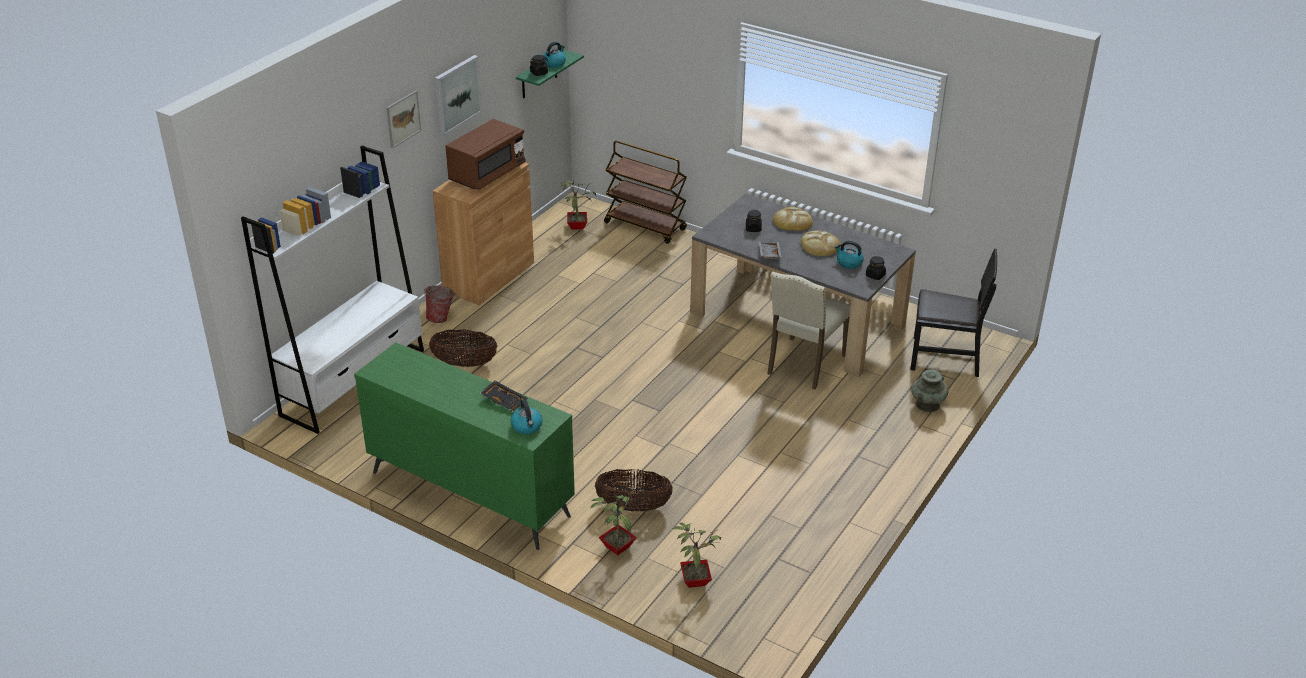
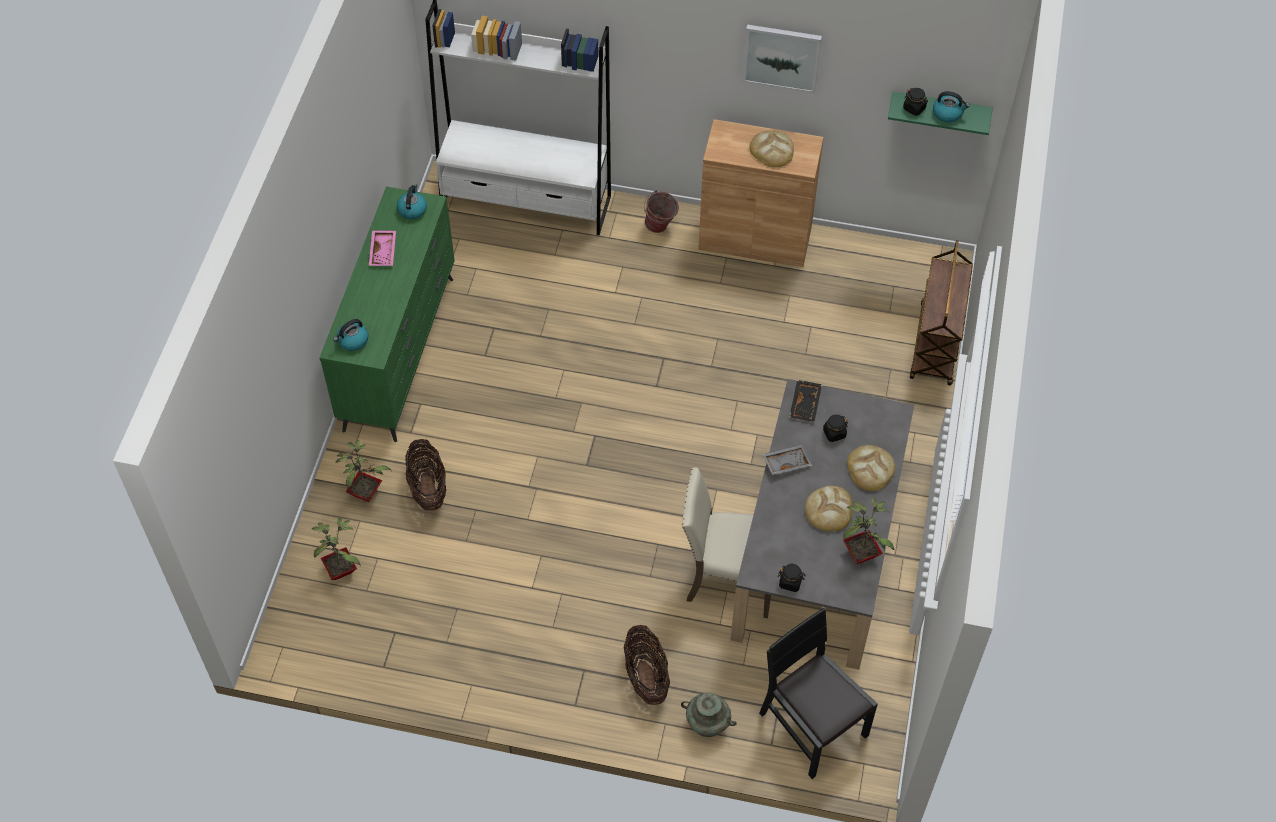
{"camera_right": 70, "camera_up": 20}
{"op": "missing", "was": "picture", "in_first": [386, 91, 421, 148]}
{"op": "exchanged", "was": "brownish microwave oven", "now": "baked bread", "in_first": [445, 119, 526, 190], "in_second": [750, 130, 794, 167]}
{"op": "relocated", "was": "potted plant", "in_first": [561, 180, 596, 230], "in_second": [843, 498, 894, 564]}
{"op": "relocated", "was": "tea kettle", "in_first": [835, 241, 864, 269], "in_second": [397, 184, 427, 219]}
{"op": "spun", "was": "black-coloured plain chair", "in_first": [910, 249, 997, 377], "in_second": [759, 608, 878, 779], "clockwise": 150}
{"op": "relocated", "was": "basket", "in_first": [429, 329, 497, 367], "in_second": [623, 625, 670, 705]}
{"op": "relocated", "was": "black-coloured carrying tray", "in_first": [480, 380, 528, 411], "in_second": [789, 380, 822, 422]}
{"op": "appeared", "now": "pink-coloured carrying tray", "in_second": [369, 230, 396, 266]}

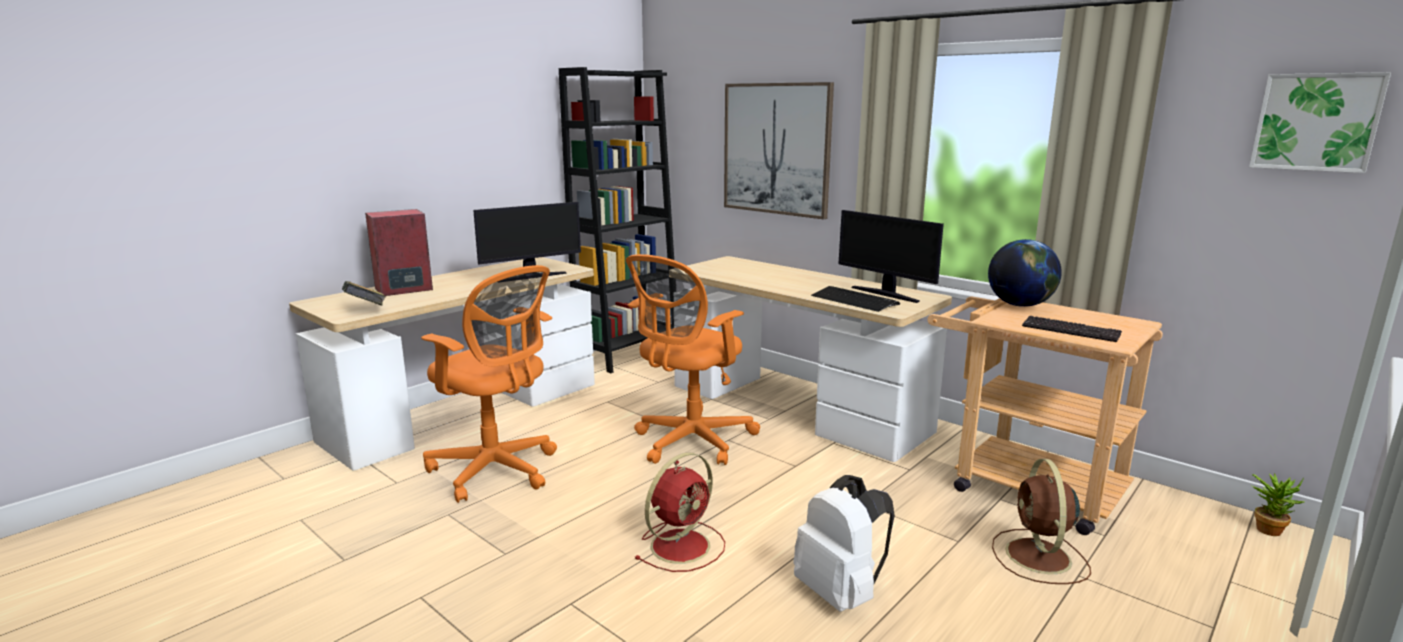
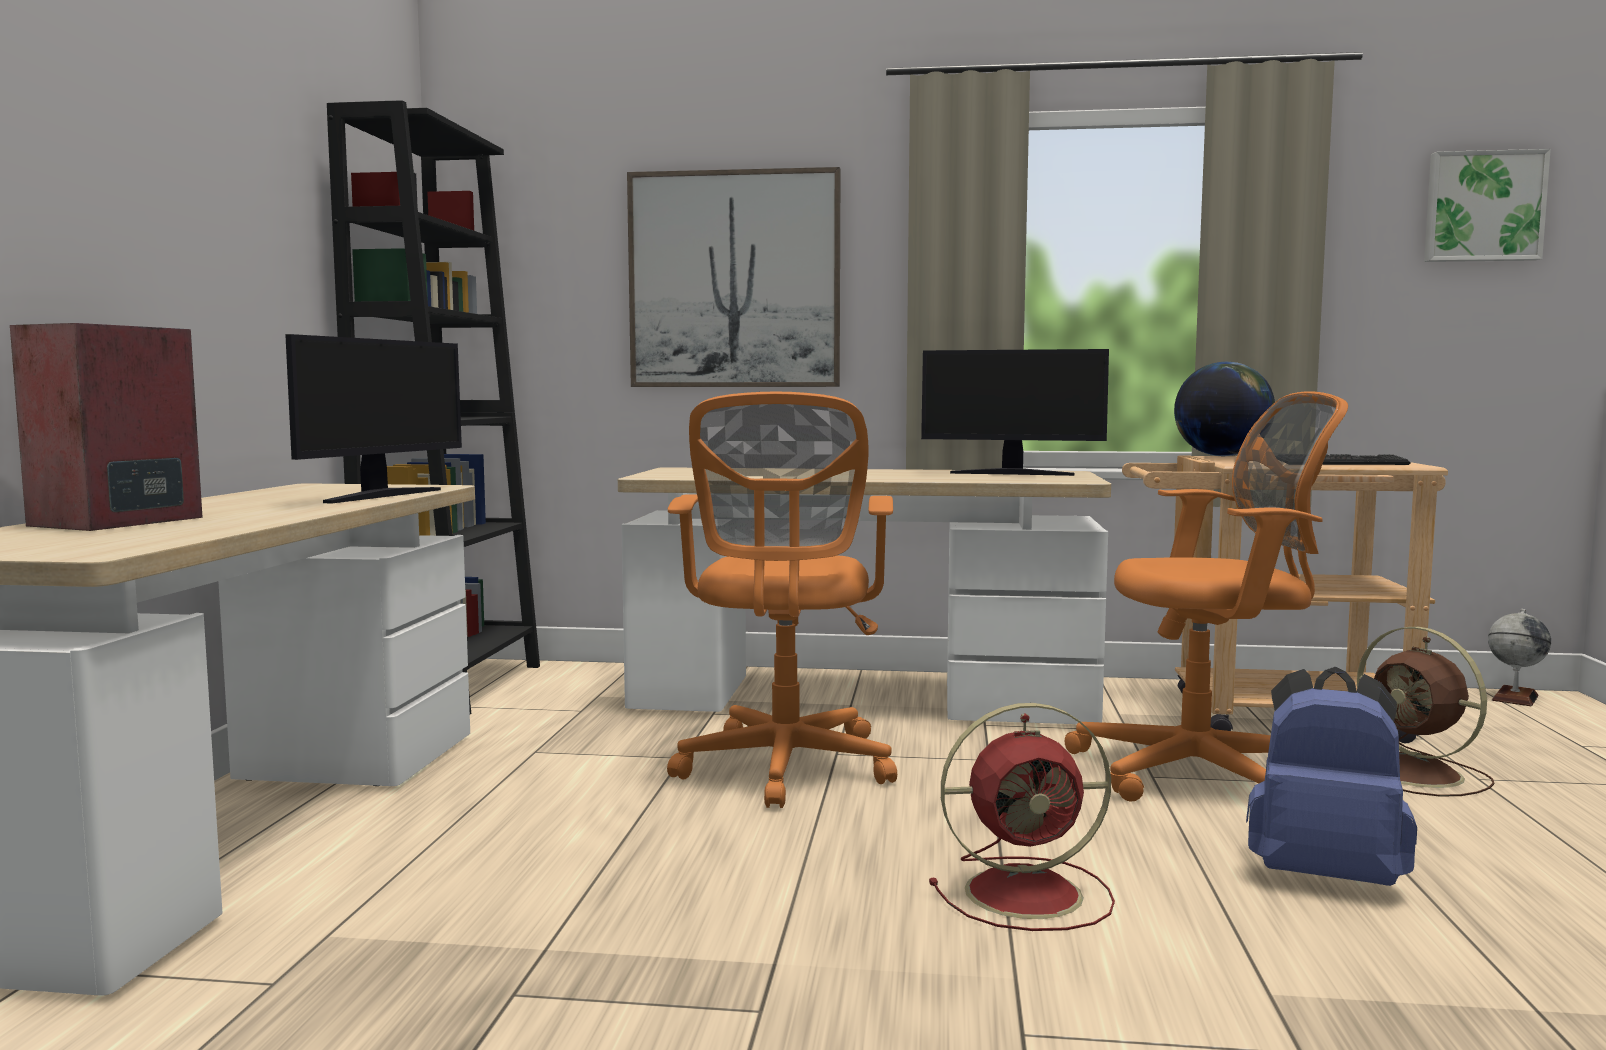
{"camera_right": -35, "camera_up": -10}
{"op": "relocated", "was": "orange-coloured computer chair", "in_first": [421, 265, 557, 503], "in_second": [1065, 391, 1348, 802]}
{"op": "missing", "was": "bound book", "in_first": [342, 281, 386, 306]}
{"op": "missing", "was": "PC keyboard", "in_first": [811, 286, 900, 312]}
{"op": "spun", "was": "red electric fan", "in_first": [634, 452, 725, 572], "in_second": [929, 703, 1115, 931], "clockwise": 75}
{"op": "exchanged", "was": "potted plant", "now": "desk globe", "in_first": [1251, 473, 1305, 536], "in_second": [1488, 609, 1551, 706]}
{"op": "colour", "was": "white-coloured knapsack", "now": "blue knapsack", "in_first": [793, 475, 895, 612], "in_second": [1246, 667, 1417, 886]}

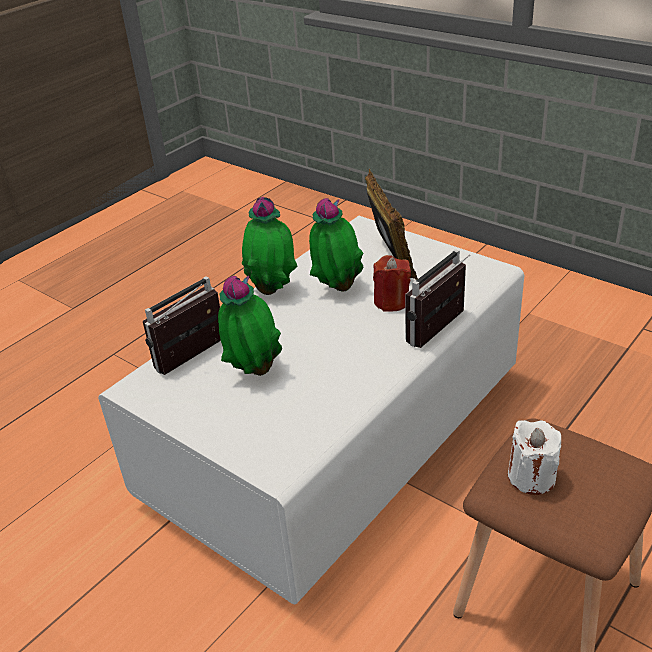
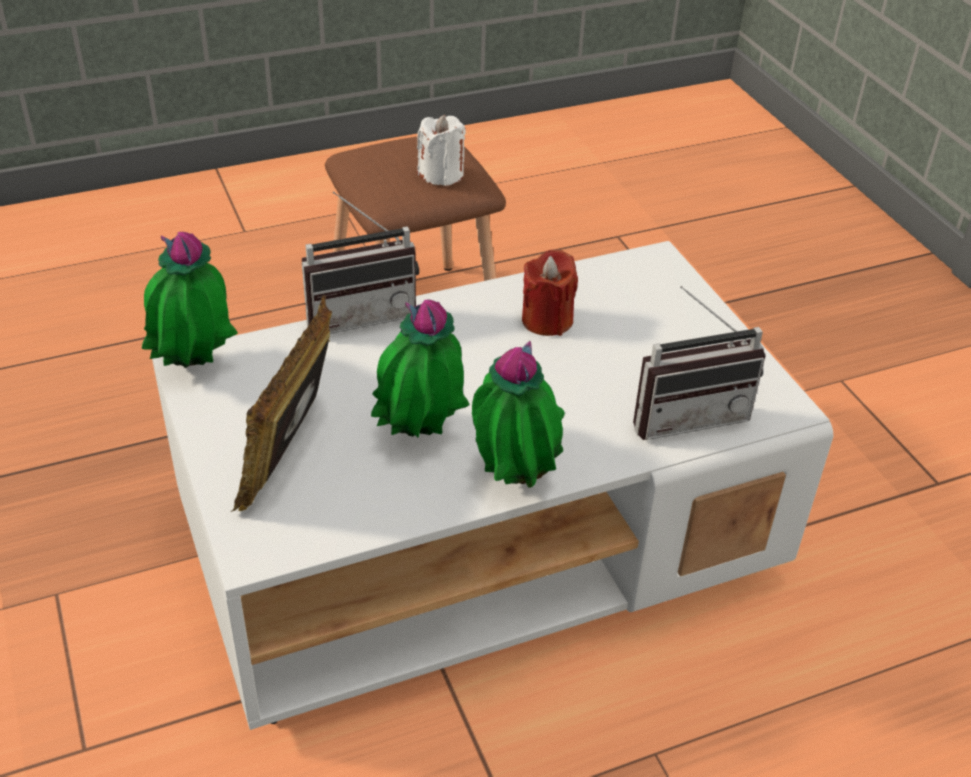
{"camera_right": -155, "camera_up": 5}
{"op": "relocated", "was": "red wax candle", "in_first": [373, 255, 411, 312], "in_second": [522, 249, 578, 336]}
{"op": "relocated", "was": "potted plant", "in_first": [218, 276, 282, 376], "in_second": [142, 232, 238, 368]}

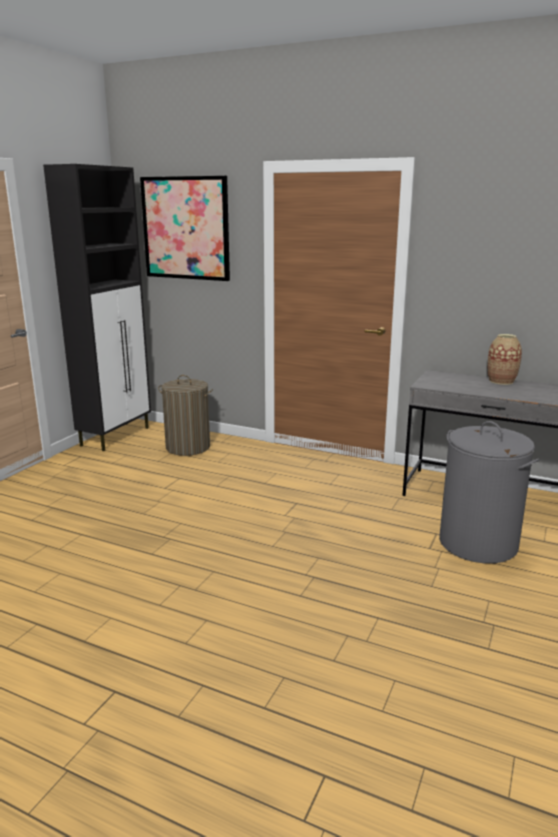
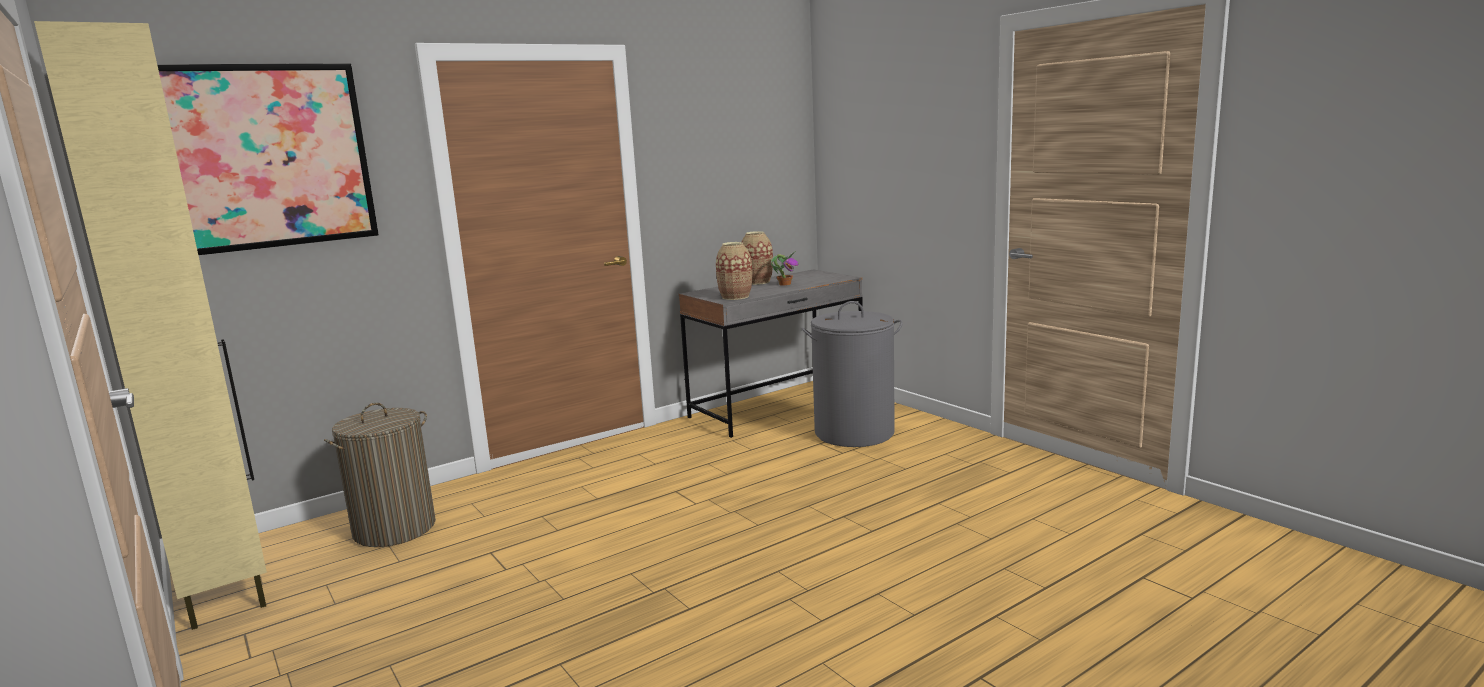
{"camera_right": -60, "camera_up": -5}
{"op": "colour", "was": "black-coloured storage cabinet", "now": "beige-coloured storage cabinet", "in_first": [43, 164, 151, 451], "in_second": [34, 21, 267, 630]}
{"op": "appeared", "now": "vase", "in_second": [716, 242, 752, 300]}
{"op": "appeared", "now": "potted plant", "in_second": [771, 251, 799, 286]}

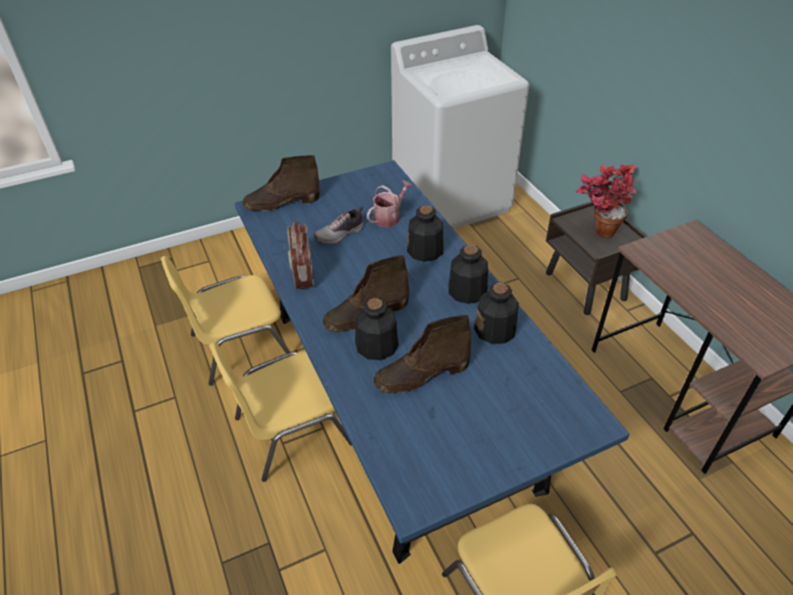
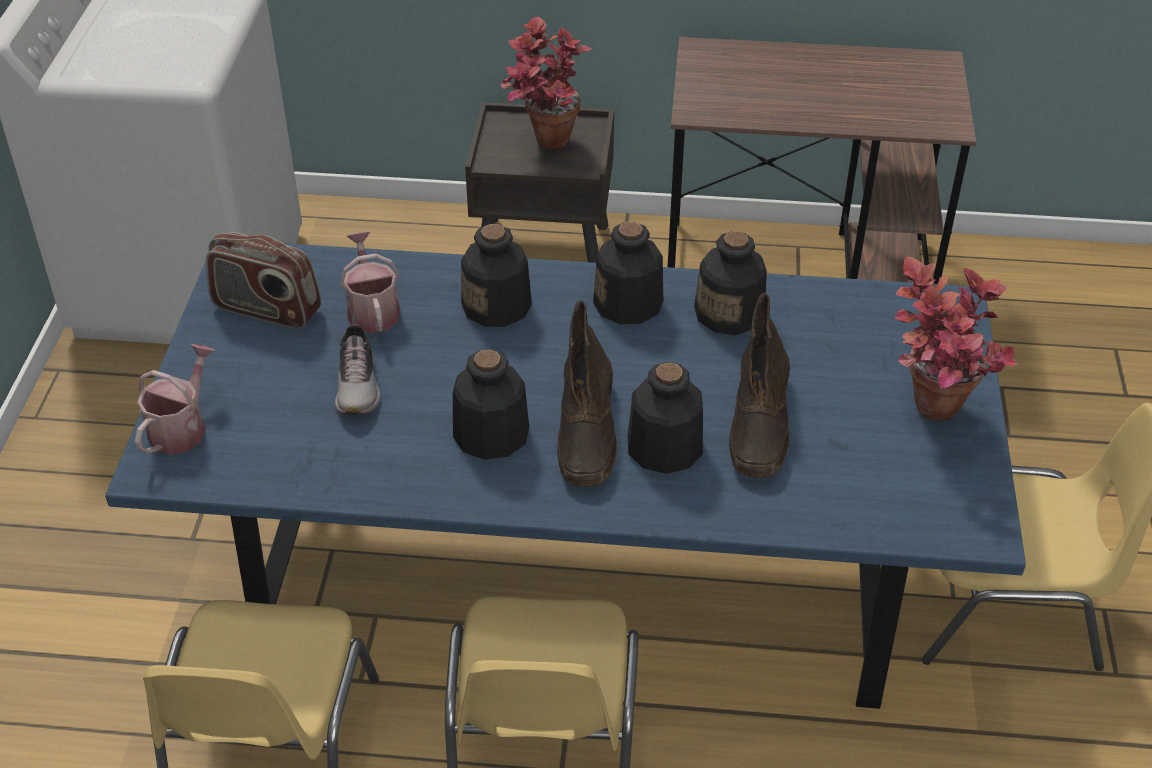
{"camera_right": -60, "camera_up": 0}
{"op": "exchanged", "was": "brownish tall boot", "now": "watering pot", "in_first": [243, 155, 320, 211], "in_second": [135, 343, 216, 455]}
{"op": "relocated", "was": "radio", "in_first": [287, 222, 314, 289], "in_second": [206, 232, 321, 329]}
{"op": "appeared", "now": "potted plant", "in_second": [894, 256, 1016, 422]}
{"op": "appeared", "now": "bottle", "in_second": [453, 349, 529, 460]}

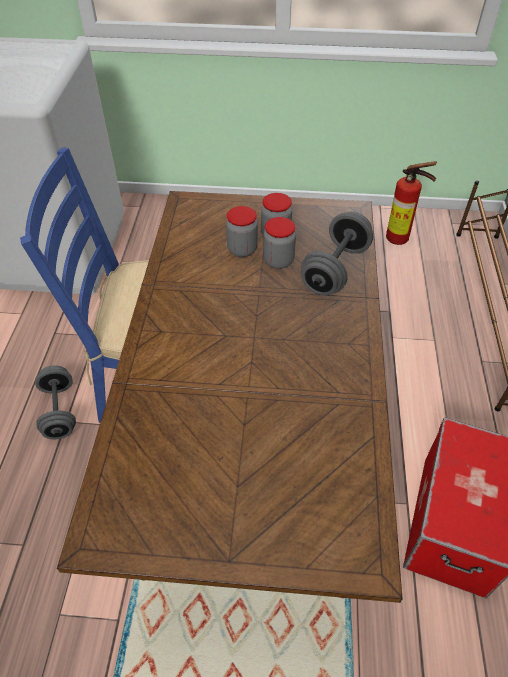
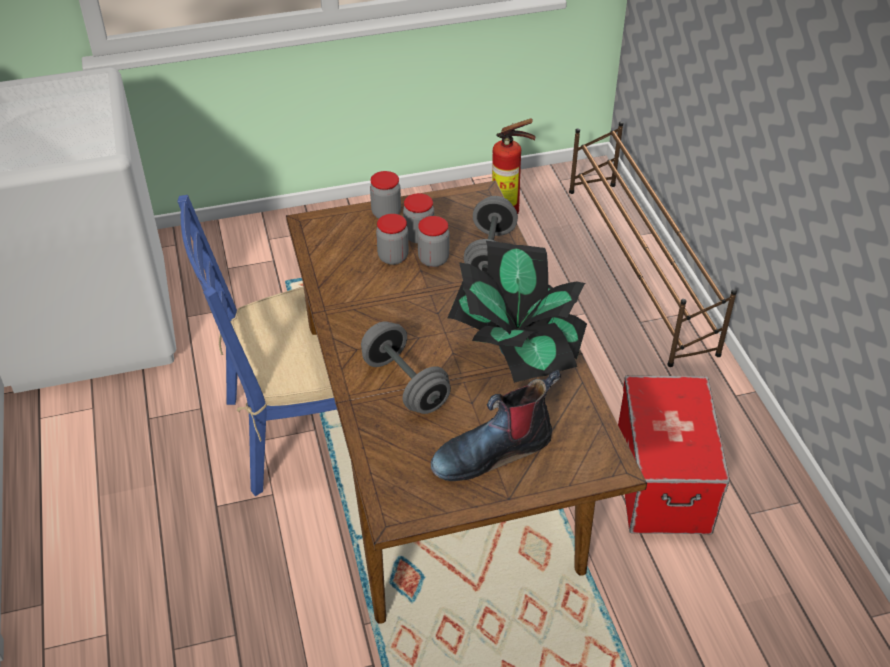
{"camera_right": -20, "camera_up": -5}
{"op": "relocated", "was": "gray hand weight", "in_first": [35, 365, 76, 439], "in_second": [361, 321, 451, 414]}
{"op": "appeared", "now": "preserve jar", "in_second": [370, 171, 401, 219]}
{"op": "appeared", "now": "potted plant", "in_second": [448, 241, 587, 383]}
{"op": "appeared", "now": "tall boot", "in_second": [431, 370, 561, 481]}

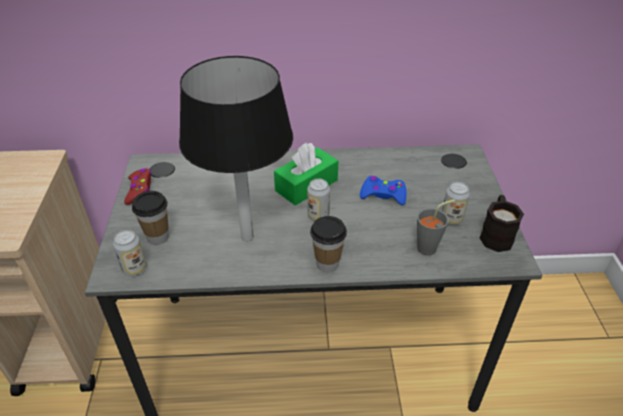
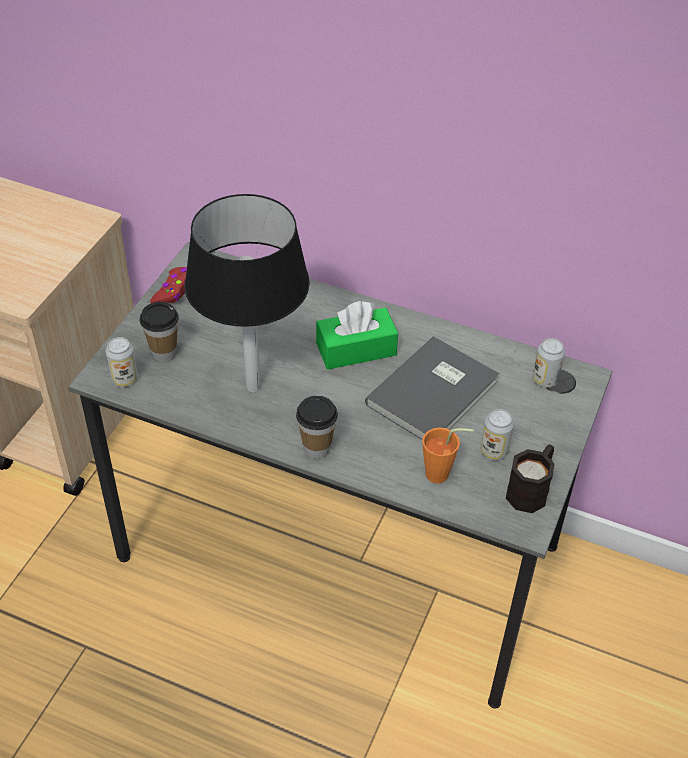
{"camera_right": 25, "camera_up": 5}
{"op": "exchanged", "was": "blue joypad", "now": "gray bound book", "in_first": [360, 176, 407, 205], "in_second": [365, 336, 499, 440]}
{"op": "relocated", "was": "sealed can", "in_first": [307, 179, 330, 221], "in_second": [532, 338, 565, 388]}
{"op": "colour", "was": "gray drinking cup", "now": "orange-coloured drinking cup", "in_first": [417, 199, 455, 255], "in_second": [422, 427, 474, 483]}

